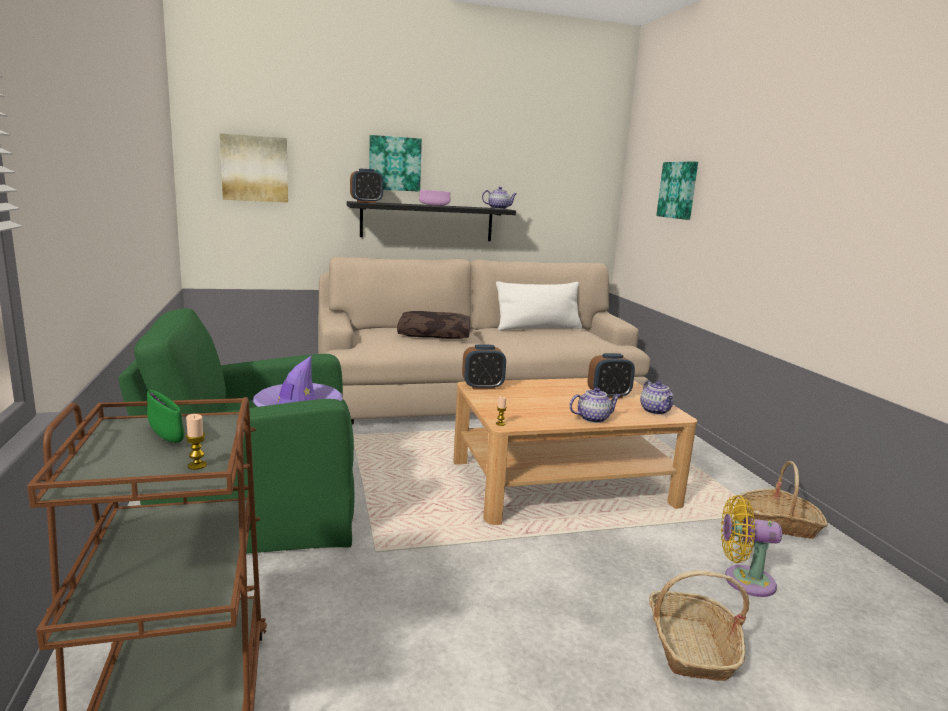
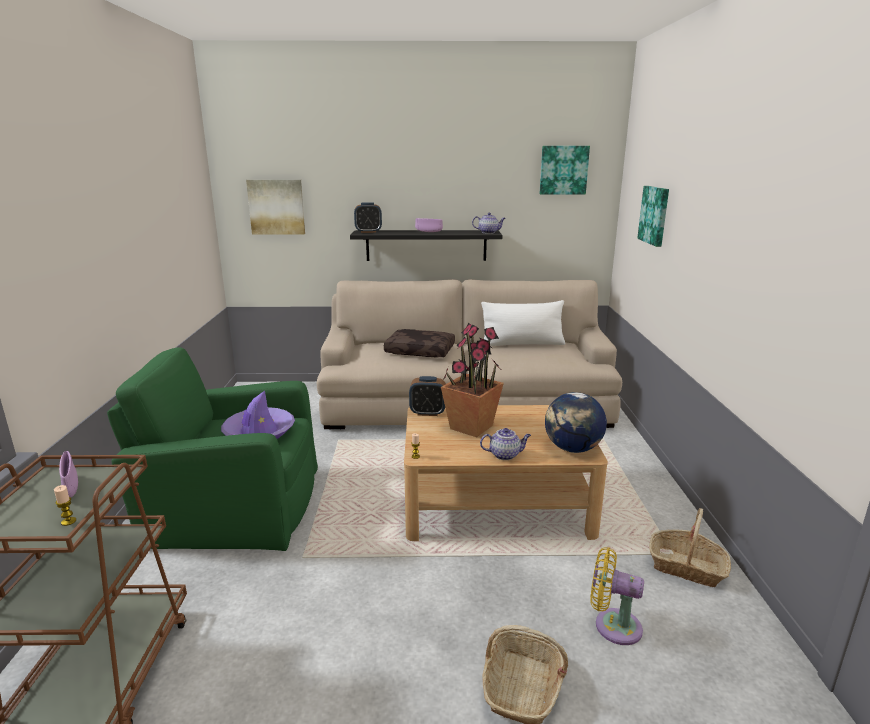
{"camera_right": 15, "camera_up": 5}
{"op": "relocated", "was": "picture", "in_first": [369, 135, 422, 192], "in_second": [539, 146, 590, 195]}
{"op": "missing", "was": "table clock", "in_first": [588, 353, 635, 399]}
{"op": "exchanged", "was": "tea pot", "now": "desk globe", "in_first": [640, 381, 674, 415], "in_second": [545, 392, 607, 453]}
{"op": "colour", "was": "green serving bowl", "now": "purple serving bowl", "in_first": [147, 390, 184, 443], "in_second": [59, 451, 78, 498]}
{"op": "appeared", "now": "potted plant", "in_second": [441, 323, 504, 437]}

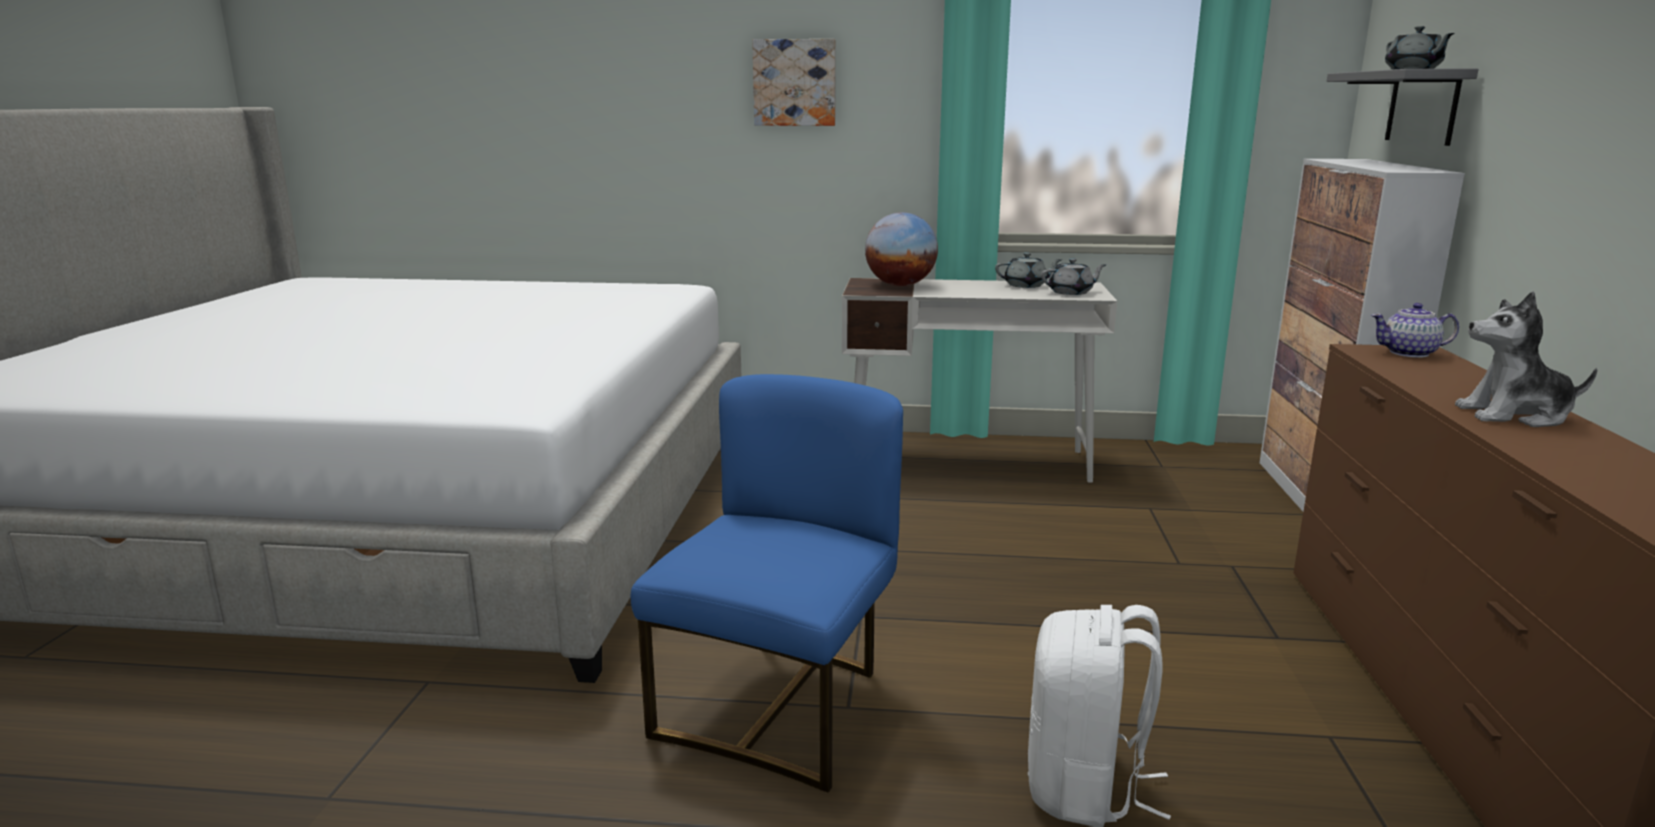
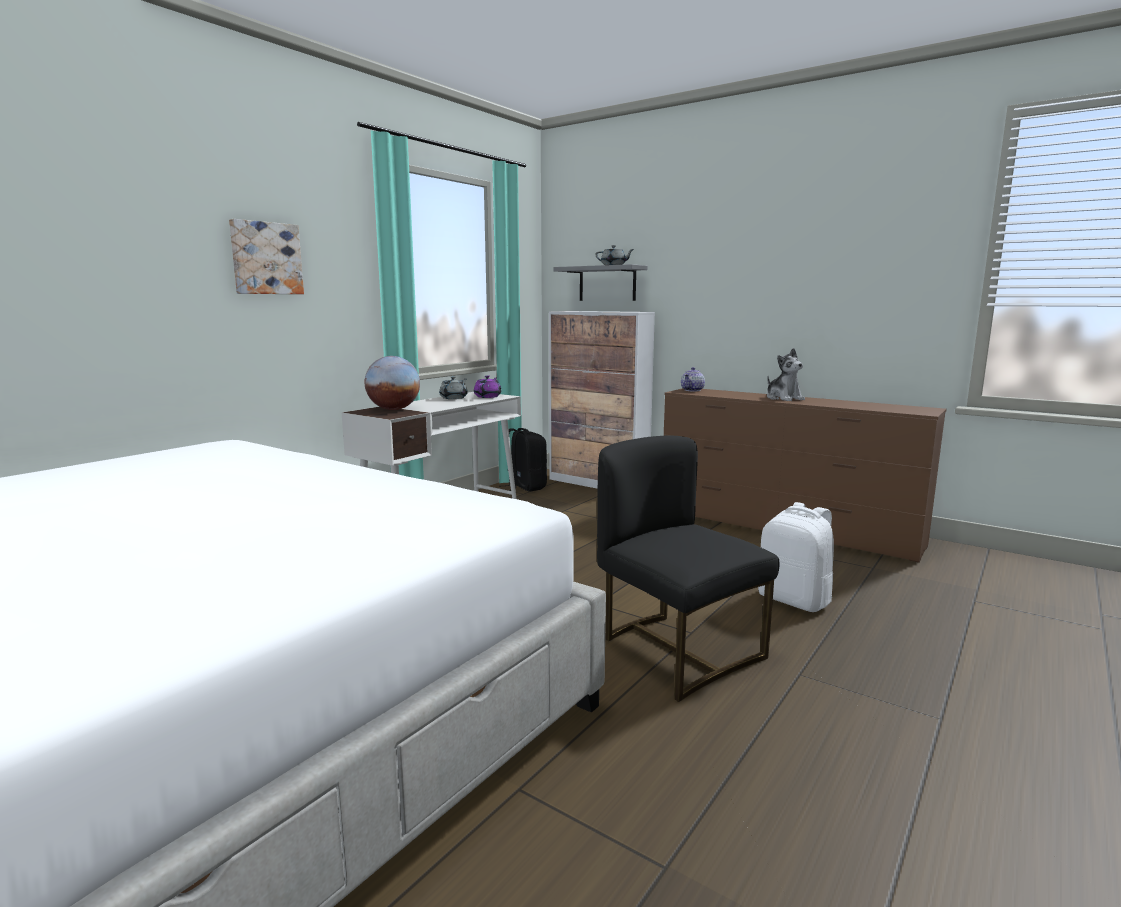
{"camera_right": -60, "camera_up": -5}
{"op": "colour", "was": "gray tea pot", "now": "purple tea pot", "in_first": [1041, 258, 1106, 295], "in_second": [474, 375, 501, 398]}
{"op": "spun", "was": "soft toy", "in_first": [1455, 292, 1597, 427], "in_second": [767, 348, 805, 401], "clockwise": -60}
{"op": "colour", "was": "blue plain chair", "now": "black-coloured plain chair", "in_first": [631, 374, 903, 792], "in_second": [597, 436, 779, 702]}
{"op": "appeared", "now": "black-coloured knapsack", "in_second": [505, 428, 547, 492]}

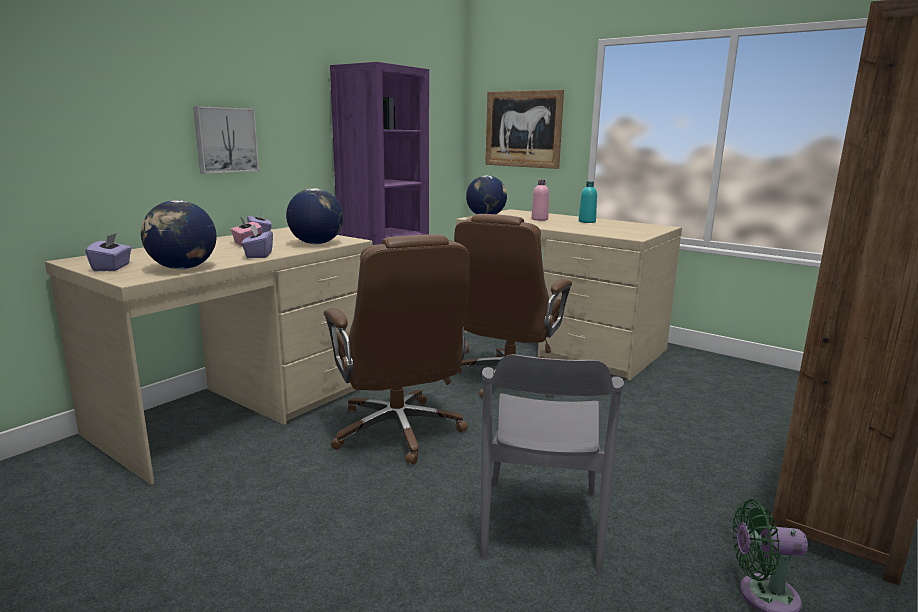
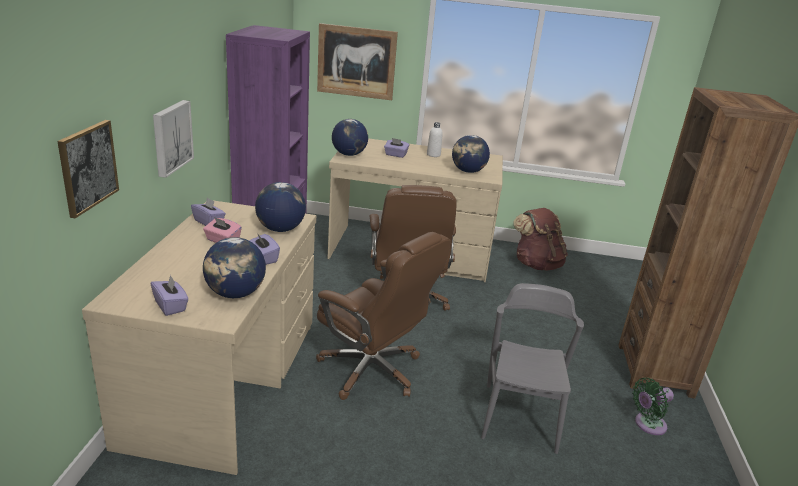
{"camera_right": -30, "camera_up": 10}
{"op": "exchanged", "was": "pink-coloured bottle", "now": "purple tissue holder", "in_first": [531, 180, 549, 221], "in_second": [384, 138, 409, 158]}
{"op": "colour", "was": "blue-green bottle", "now": "white-coloured bottle", "in_first": [579, 181, 597, 223], "in_second": [427, 122, 443, 157]}
{"op": "spun", "was": "gray plain chair", "in_first": [481, 354, 624, 574], "in_second": [481, 283, 584, 454], "clockwise": -150}
{"op": "appeared", "now": "picture", "in_second": [57, 120, 119, 218]}
{"op": "appeared", "now": "desk globe", "in_second": [452, 135, 490, 173]}
{"op": "appeared", "now": "brownish knapsack", "in_second": [513, 208, 568, 271]}

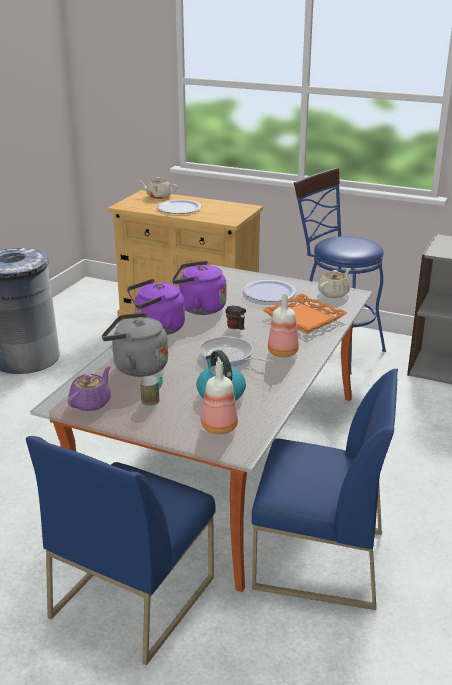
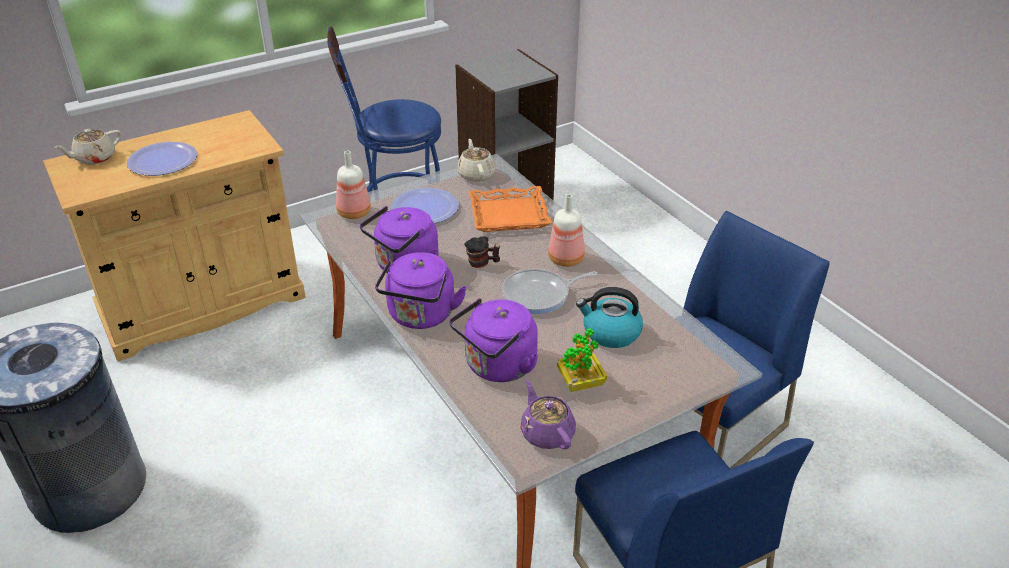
{"camera_right": -55, "camera_up": 10}
{"op": "colour", "was": "gray tea kettle", "now": "purple tea kettle", "in_first": [102, 312, 168, 377], "in_second": [450, 298, 538, 382]}
{"op": "relocated", "was": "bottle", "in_first": [201, 361, 238, 434], "in_second": [336, 151, 371, 219]}
{"op": "exchanged", "was": "tea mug", "now": "potted plant", "in_first": [140, 376, 163, 406], "in_second": [557, 328, 607, 392]}

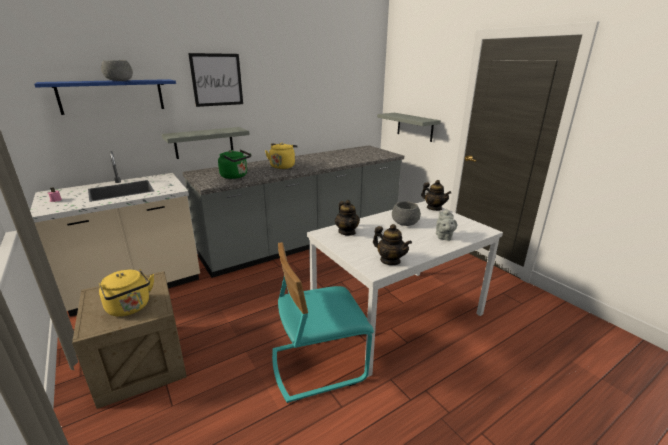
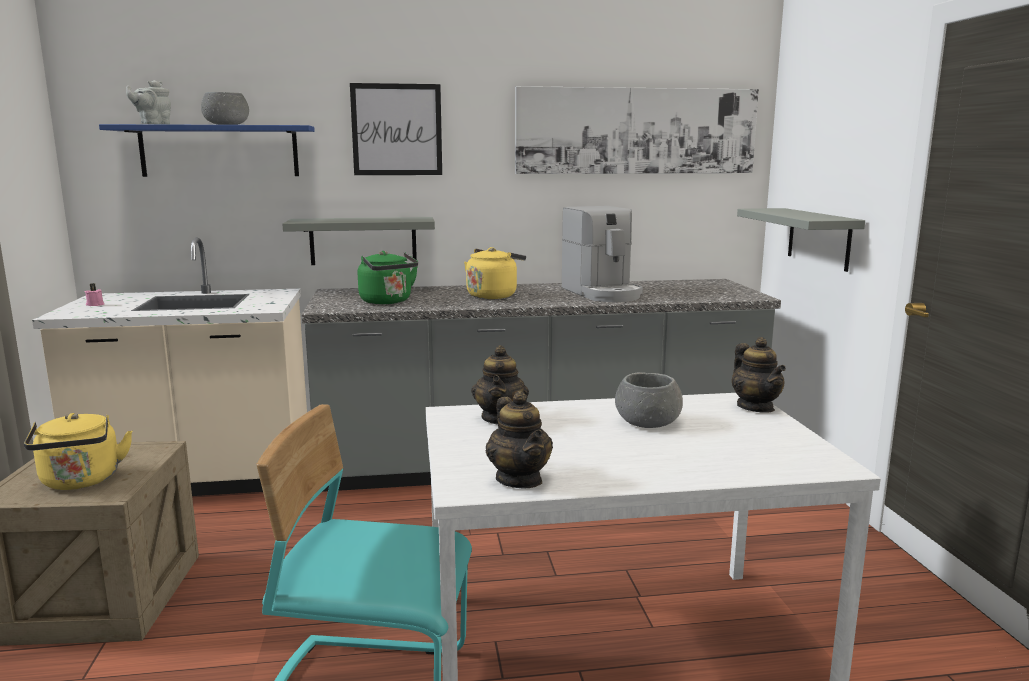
{"camera_right": 25, "camera_up": -10}
{"op": "relocated", "was": "gray tea pot", "in_first": [436, 208, 457, 241], "in_second": [126, 80, 171, 125]}
{"op": "appeared", "now": "picture", "in_second": [515, 86, 759, 174]}
{"op": "appeared", "now": "coffee machine", "in_second": [562, 206, 643, 302]}

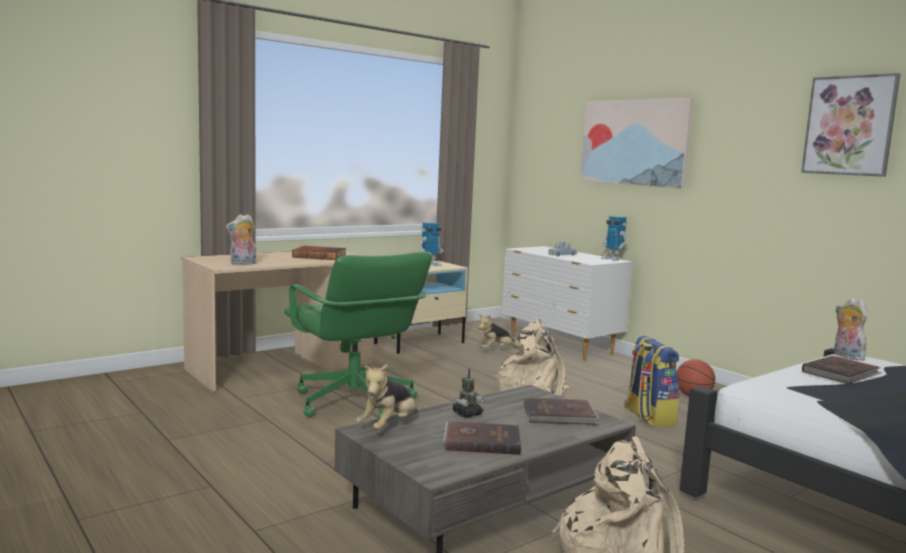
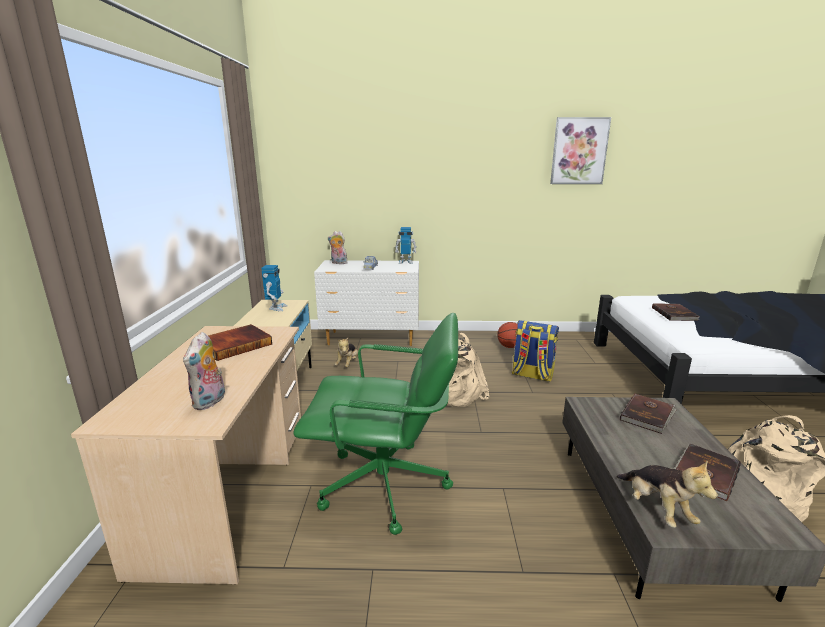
{"camera_right": -50, "camera_up": 10}
{"op": "missing", "was": "picture", "in_first": [580, 98, 693, 189]}
{"op": "relocated", "was": "soft toy", "in_first": [834, 298, 867, 361], "in_second": [328, 231, 348, 264]}
{"op": "missing", "was": "model robot", "in_first": [453, 369, 484, 418]}

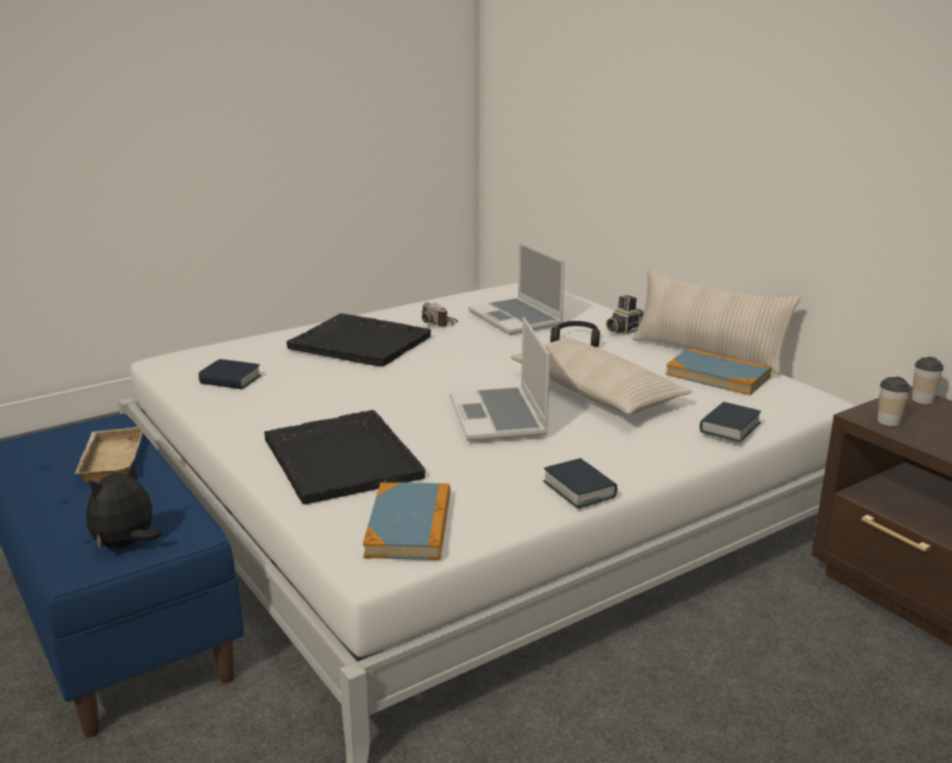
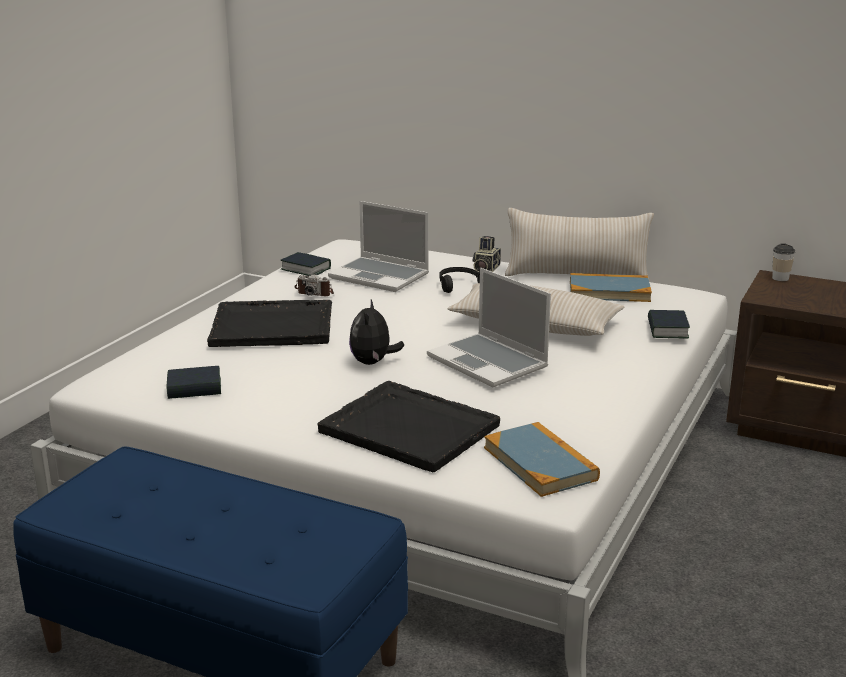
{"camera_right": -30, "camera_up": 0}
{"op": "missing", "was": "drinking cup", "in_first": [877, 377, 910, 426]}
{"op": "missing", "was": "beige-coloured carrying tray", "in_first": [75, 426, 143, 483]}
{"op": "relocated", "was": "bound book", "in_first": [543, 458, 617, 509], "in_second": [281, 252, 331, 276]}
{"op": "relocated", "was": "soft toy", "in_first": [86, 462, 163, 548], "in_second": [349, 300, 404, 365]}

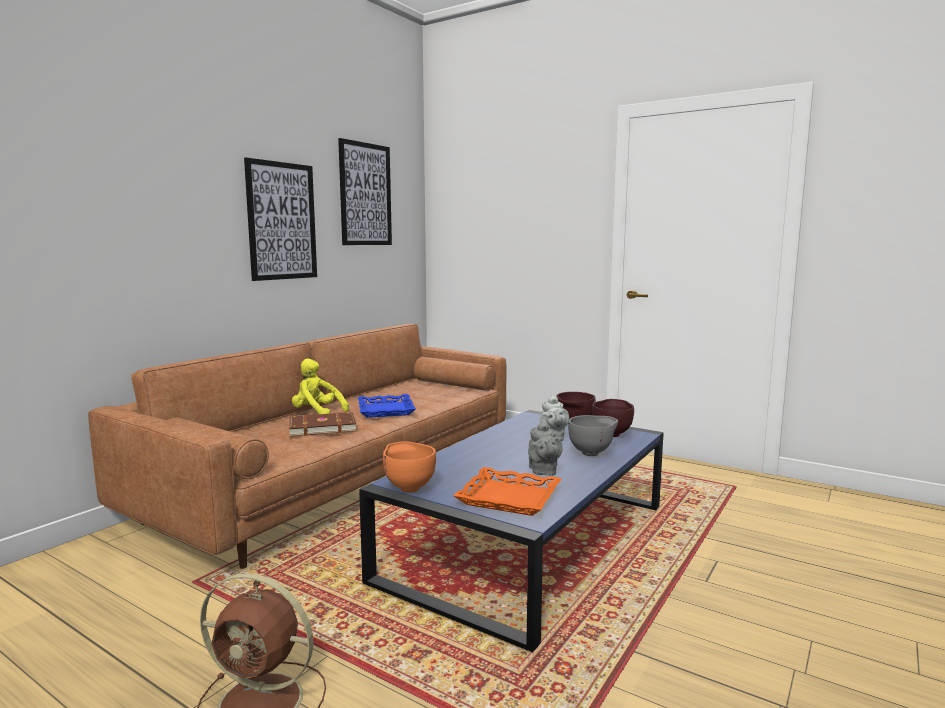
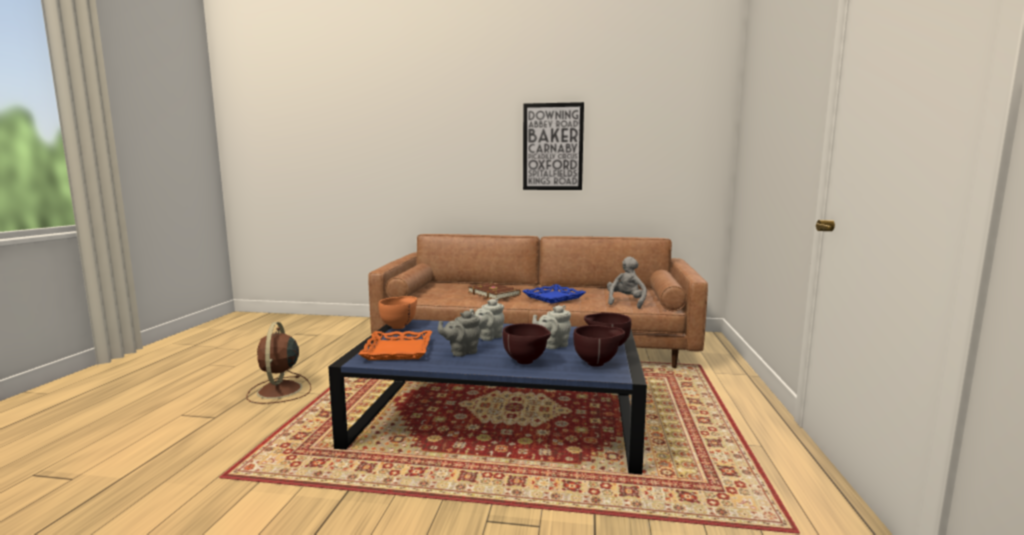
{"camera_right": 65, "camera_up": 0}
{"op": "missing", "was": "picture", "in_first": [338, 138, 392, 245]}
{"op": "missing", "was": "yellow soft toy", "in_first": [292, 358, 349, 414]}
{"op": "colour", "was": "gray serving bowl", "now": "brownish serving bowl", "in_first": [568, 415, 618, 456], "in_second": [503, 323, 551, 364]}
{"op": "appeared", "now": "gray soft toy", "in_second": [607, 256, 647, 309]}
{"op": "appeared", "now": "gray tea pot", "in_second": [470, 298, 504, 341]}

